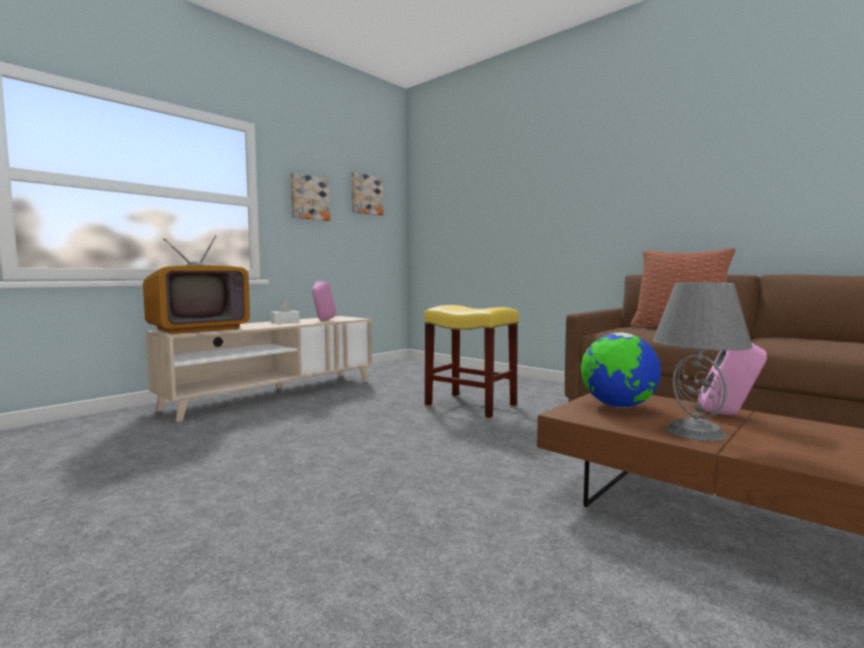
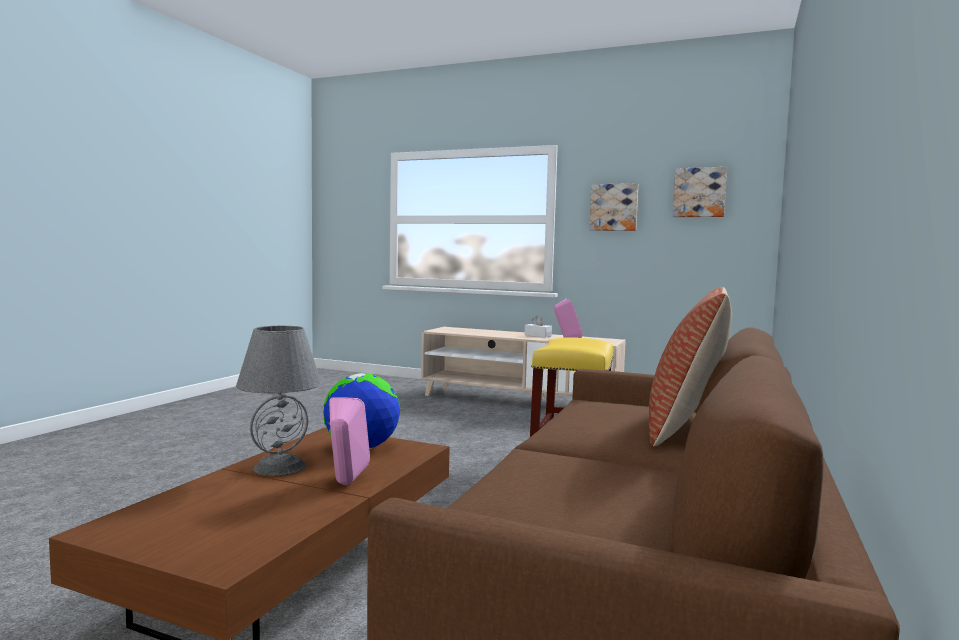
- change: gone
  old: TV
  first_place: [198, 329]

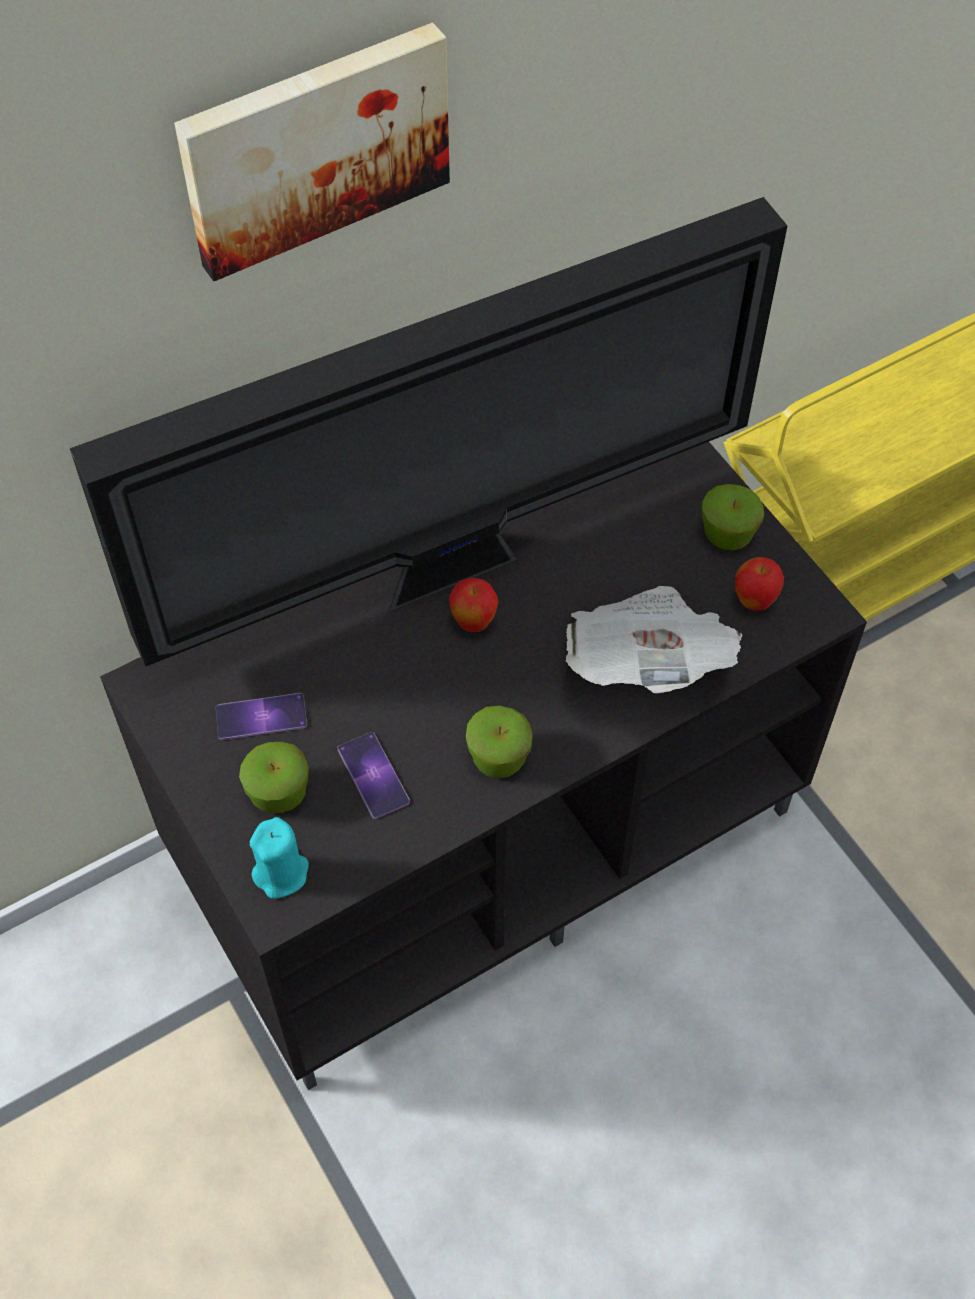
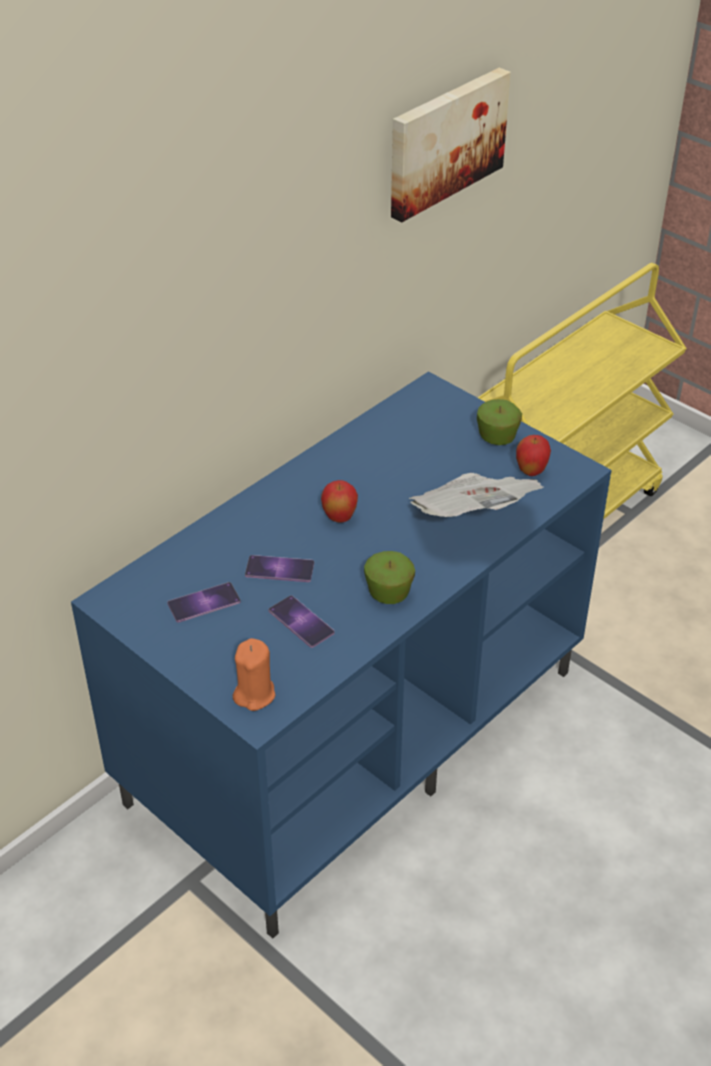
- change: repainted
  old: black tv stand
  new: blue-coloured tv stand
  first_place: [489, 833]
  second_place: [355, 732]
- change: repainted
  old: turquoise-coloured candle
  new: orange candle
  first_place: [281, 873]
  second_place: [254, 694]
- change: new
  new: telephone
  second_place: [279, 569]
- change: shifted
  old: wall picture
  first_place: [314, 146]
  second_place: [445, 141]
- change: gone
  old: TV
  first_place: [454, 567]
- change: gone
  old: apple fruit
  first_place: [278, 792]

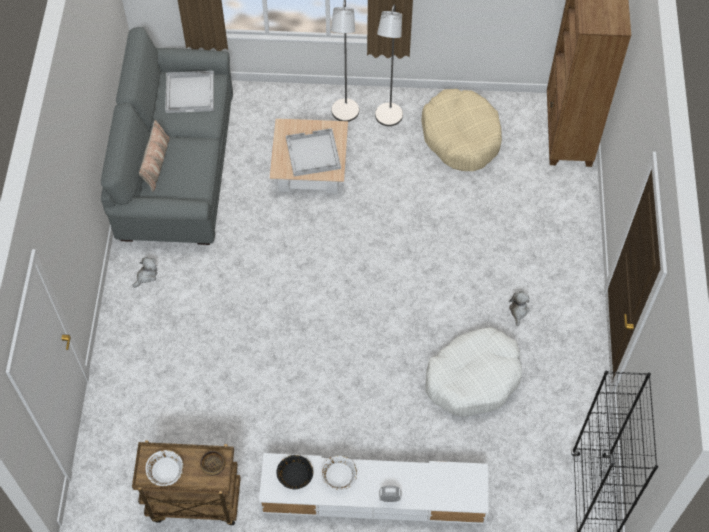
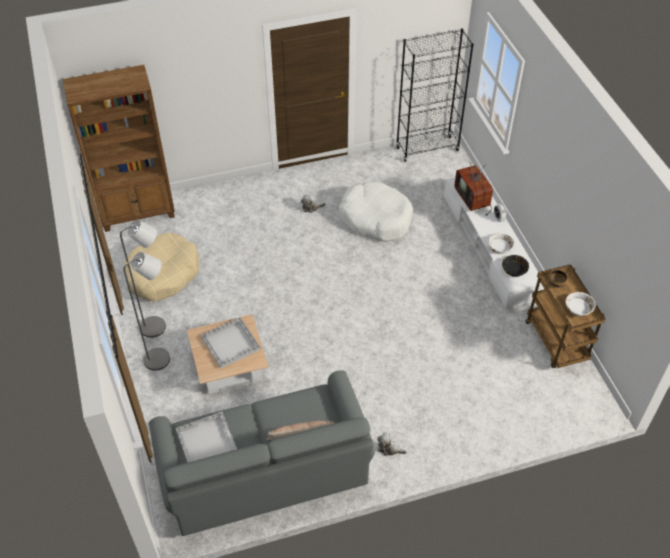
- change: new
  new: TV
  second_place: [473, 199]

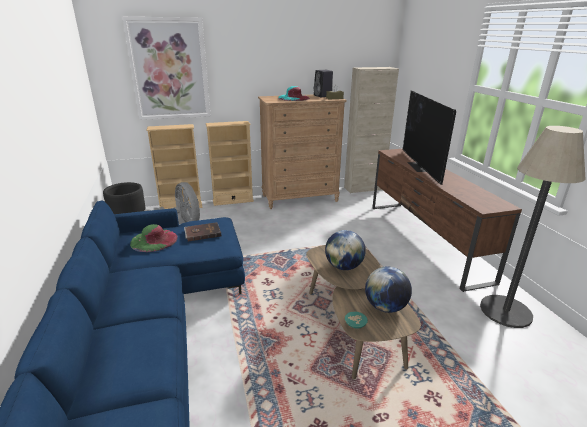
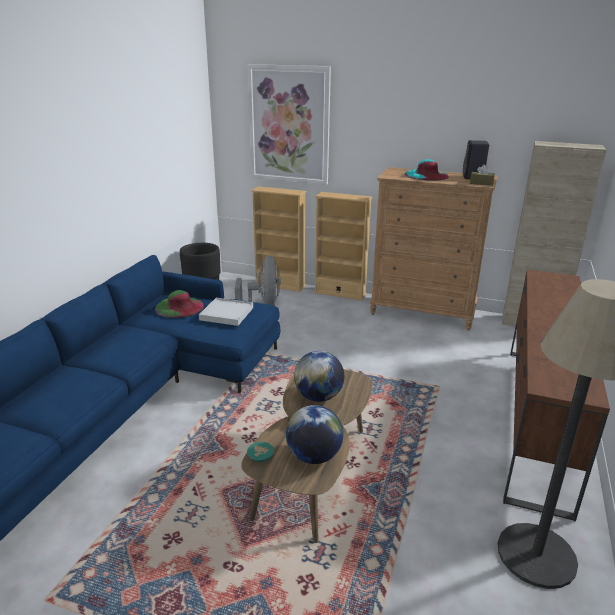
- change: swapped
  old: brownish bound book
  new: whitish tray
  first_place: [202, 233]
  second_place: [226, 313]
- change: gone
  old: TV
  first_place: [420, 167]

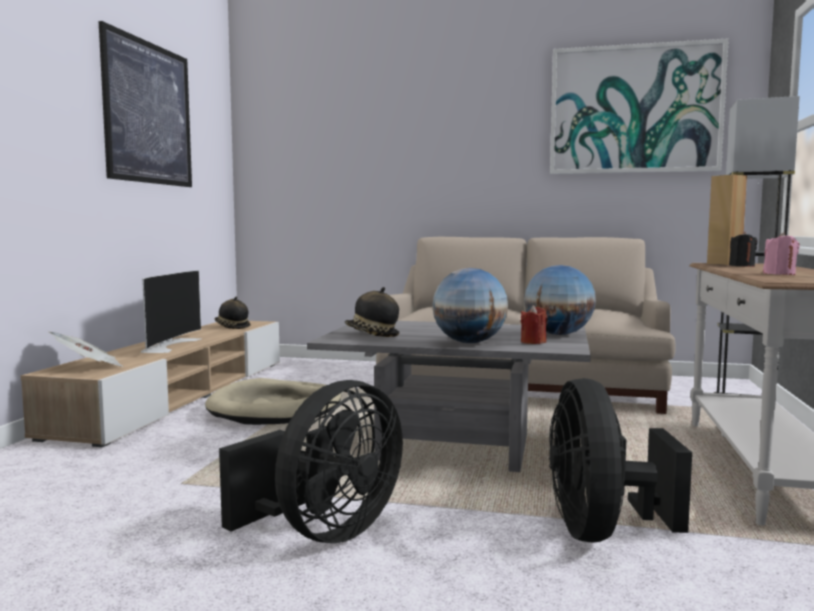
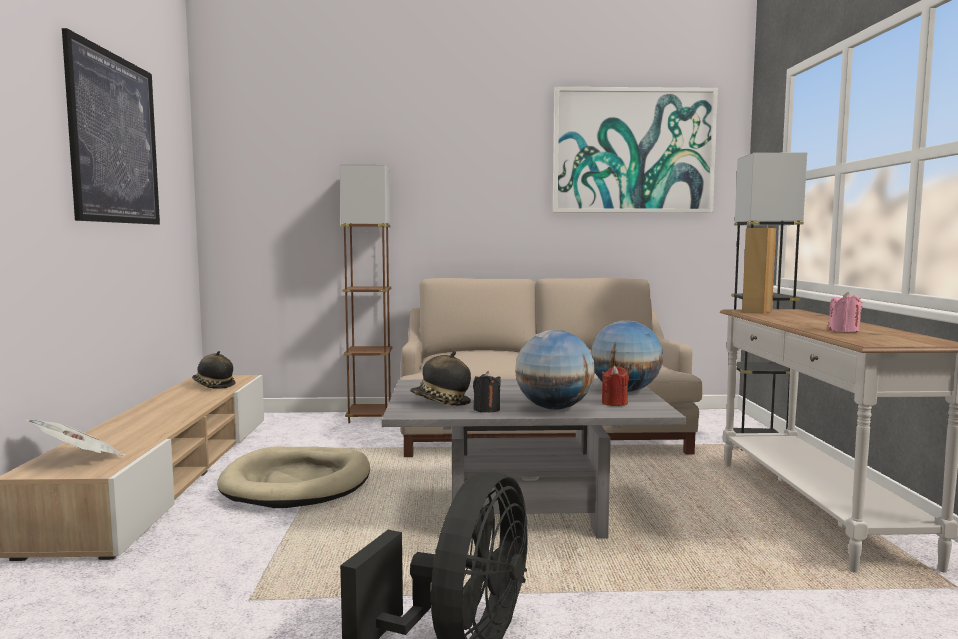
- change: new
  new: brownish floor lamp
  second_place: [370, 417]
- change: shifted
  old: black candle
  first_place: [741, 266]
  second_place: [486, 409]
- change: gone
  old: TV
  first_place: [168, 344]
- change: gone
  old: black cooling fan
  first_place: [601, 531]

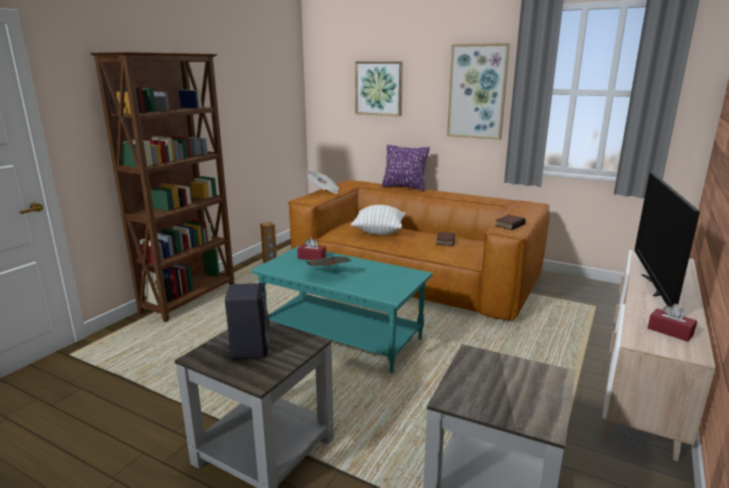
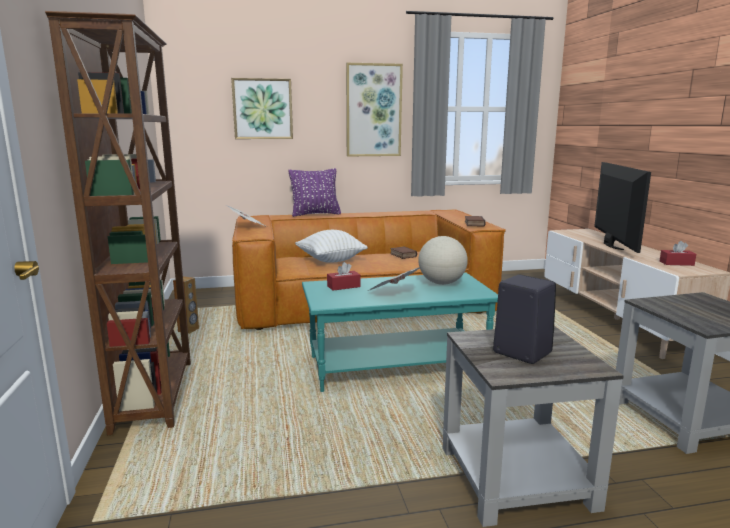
- change: new
  new: globe
  second_place: [442, 283]
- change: rotated
  old: TV
  first_place: [654, 286]
  second_place: [611, 245]
  degrees: -150

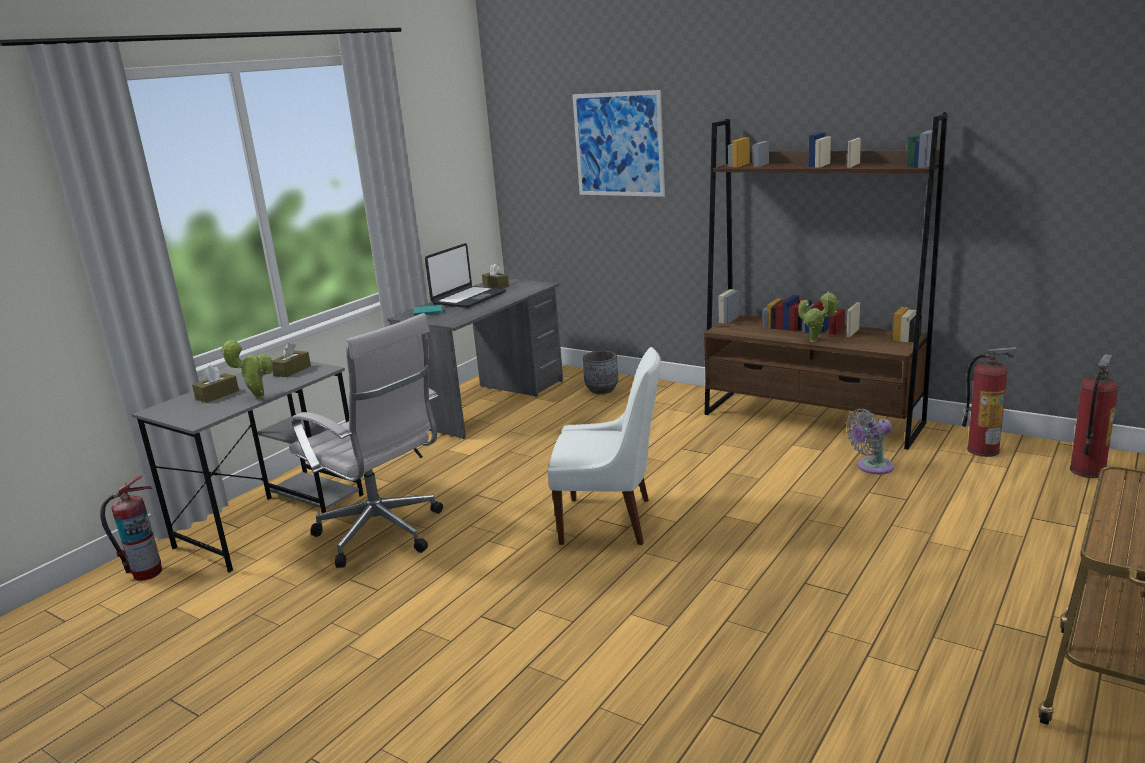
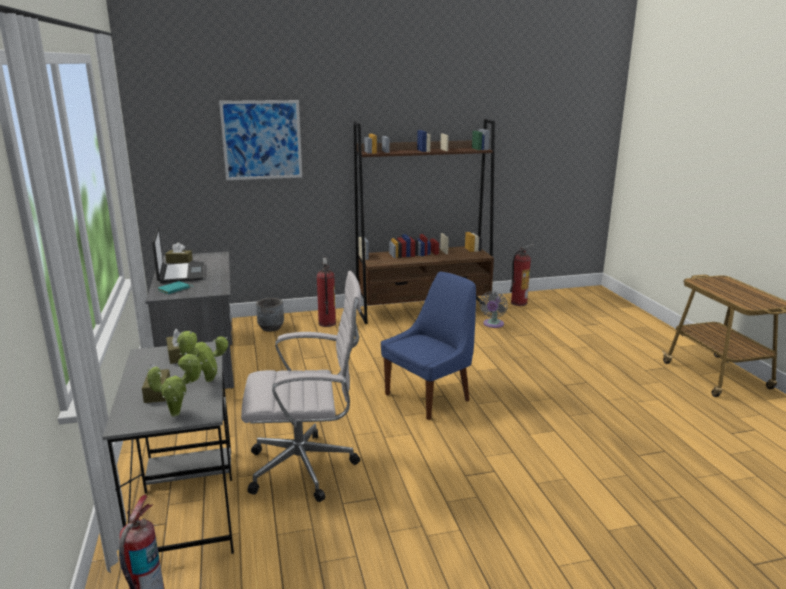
- change: shifted
  old: houseplant
  first_place: [815, 341]
  second_place: [178, 414]
- change: shifted
  old: fire extinguisher
  first_place: [1087, 470]
  second_place: [326, 323]
- change: repainted
  old: whitish chair
  new: blue-coloured chair
  first_place: [610, 521]
  second_place: [429, 396]

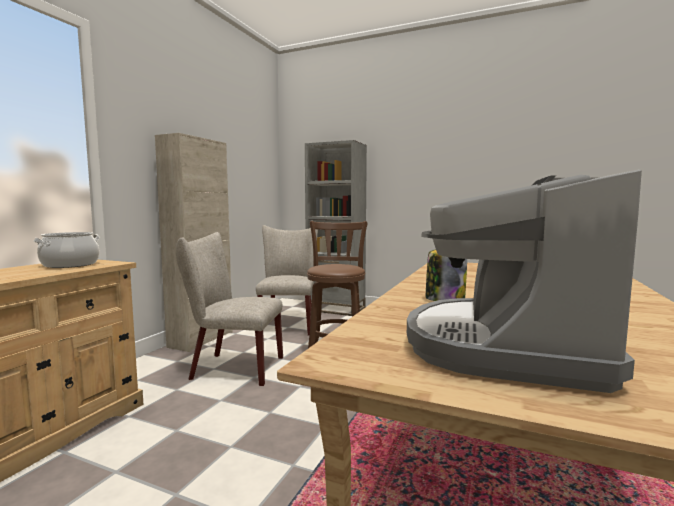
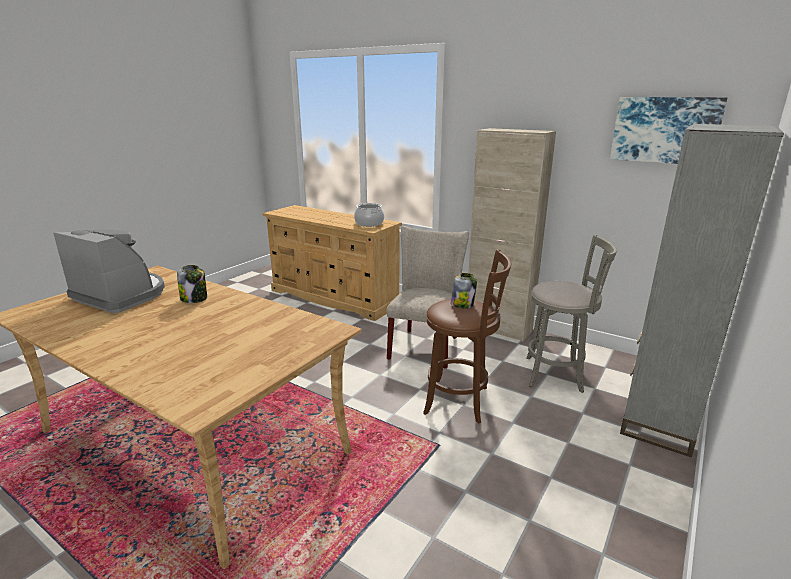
- change: new
  new: jar
  second_place: [462, 304]
- change: swapped
  old: sand-coloured chair
  new: greyish sitting stool
  first_place: [288, 324]
  second_place: [557, 374]
- change: new
  new: wall picture
  second_place: [665, 130]

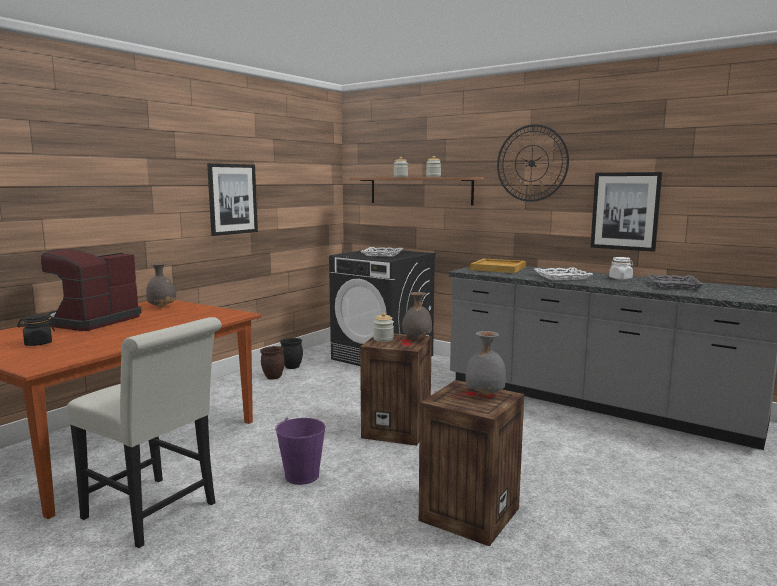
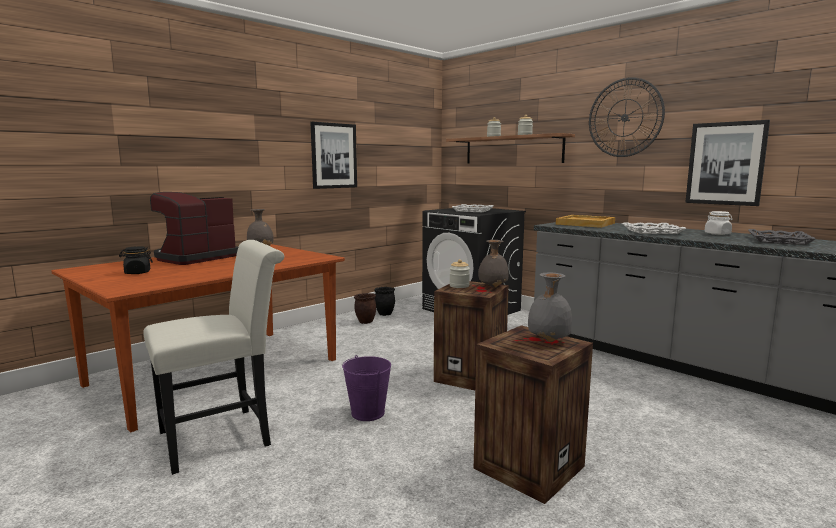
- change: rotated
  old: whitish chair
  first_place: [156, 513]
  second_place: [224, 436]
  degrees: -75

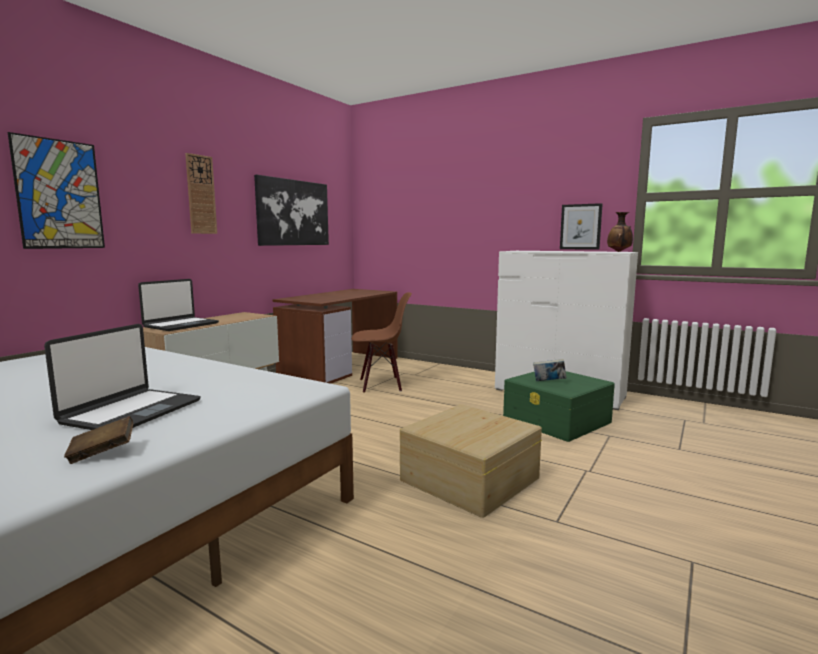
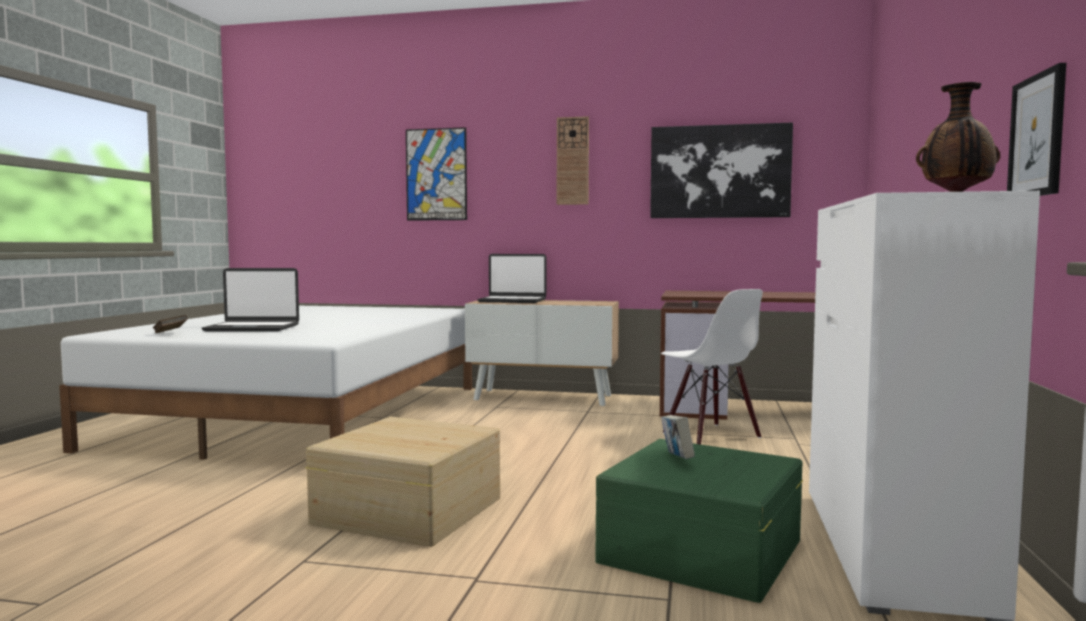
- change: repainted
  old: brownish chair
  new: whitish chair
  first_place: [381, 385]
  second_place: [710, 435]

